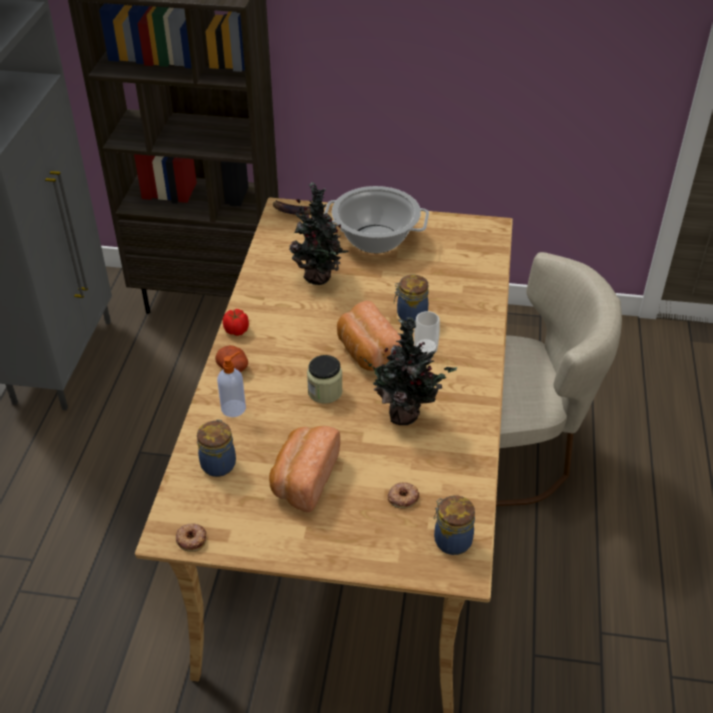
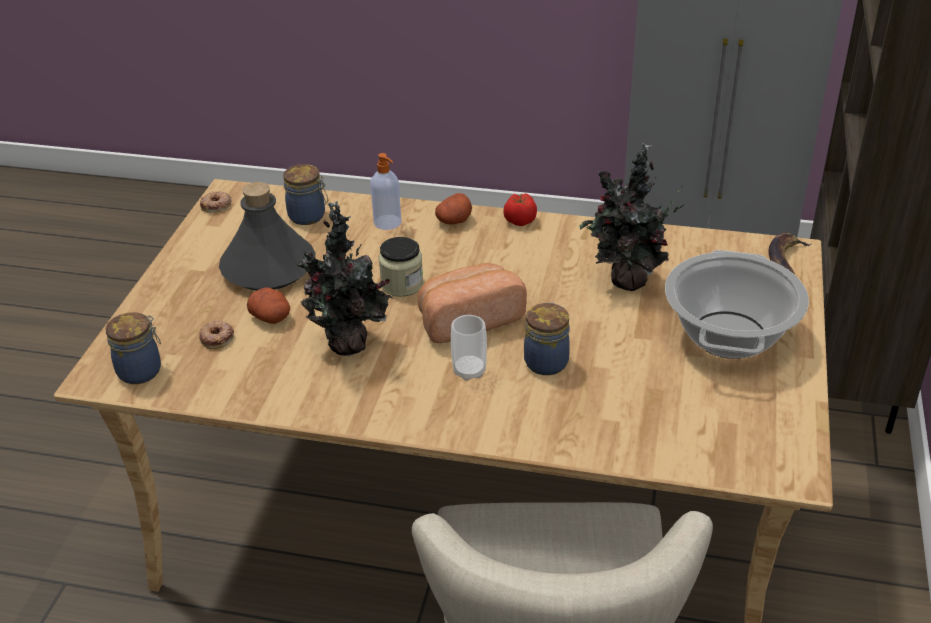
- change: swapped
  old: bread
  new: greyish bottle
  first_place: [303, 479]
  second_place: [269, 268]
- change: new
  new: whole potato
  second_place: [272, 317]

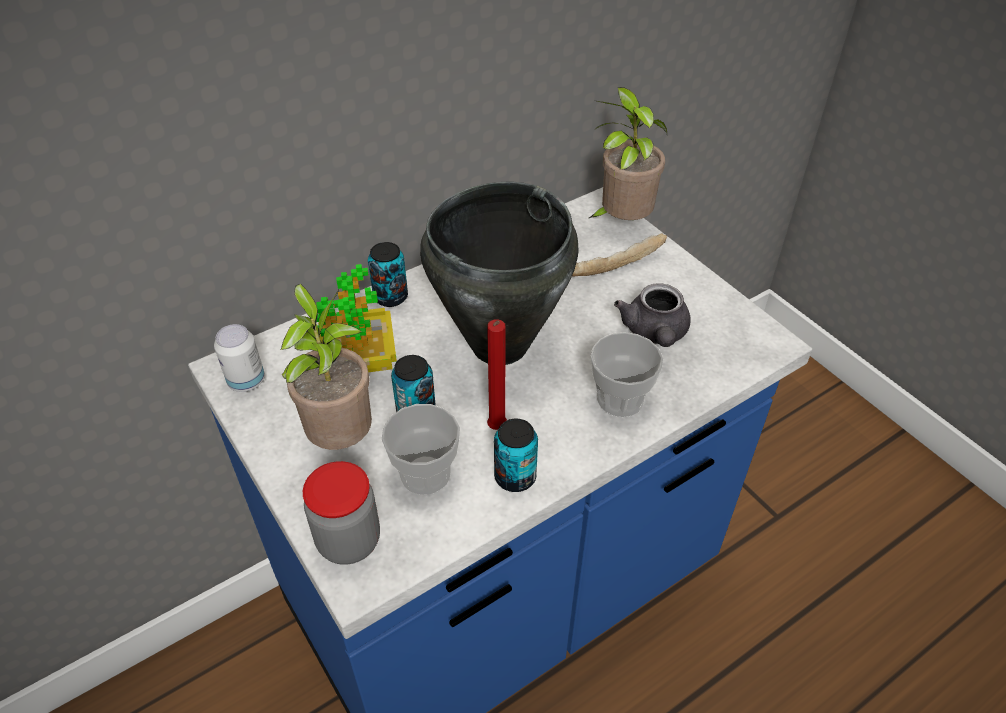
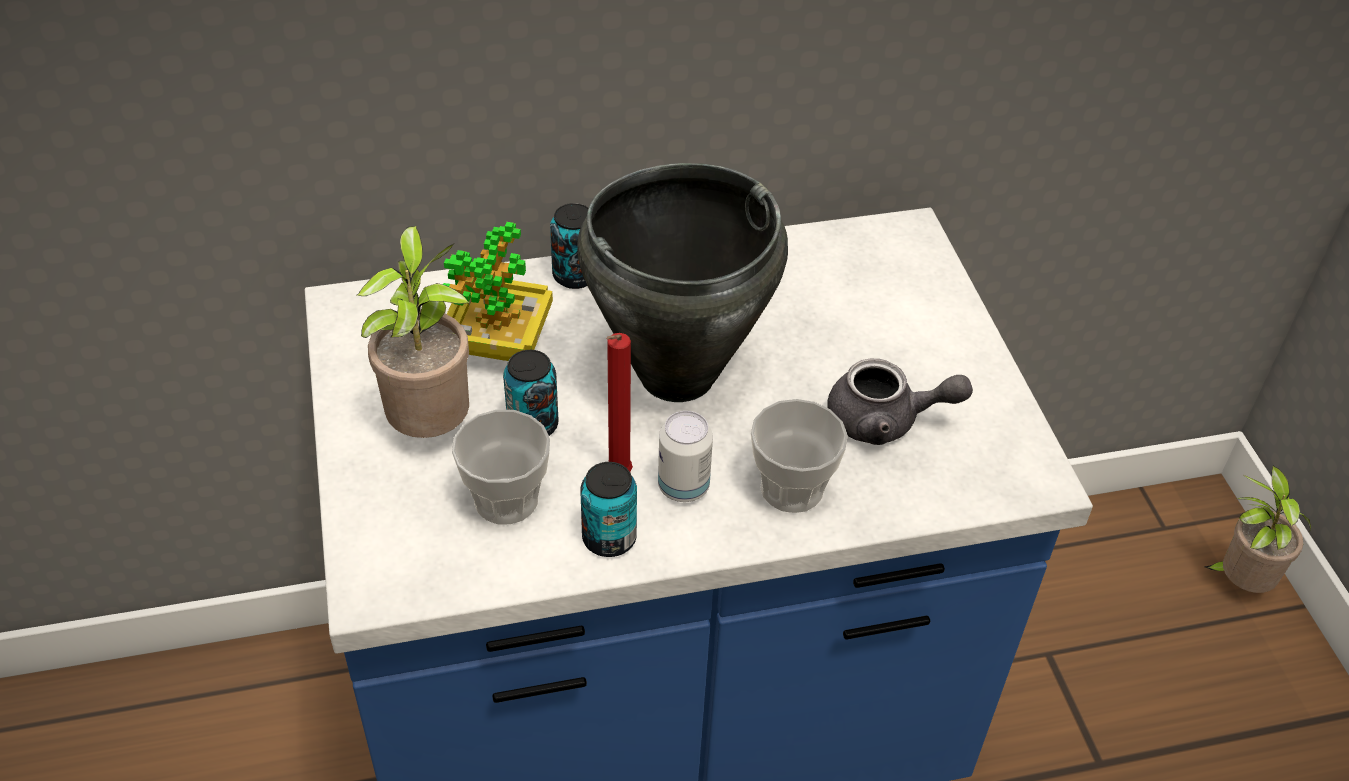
- change: shifted
  old: sealed can
  first_place: [246, 381]
  second_place: [683, 486]
- change: rotated
  old: greyish teapot
  first_place: [655, 333]
  second_place: [885, 421]
  degrees: -105
- change: shifted
  old: houseplant
  first_place: [621, 222]
  second_place: [1238, 582]
- change: gone
  old: jar
  first_place: [349, 541]
- change: gone
  old: bread
  first_place: [612, 264]

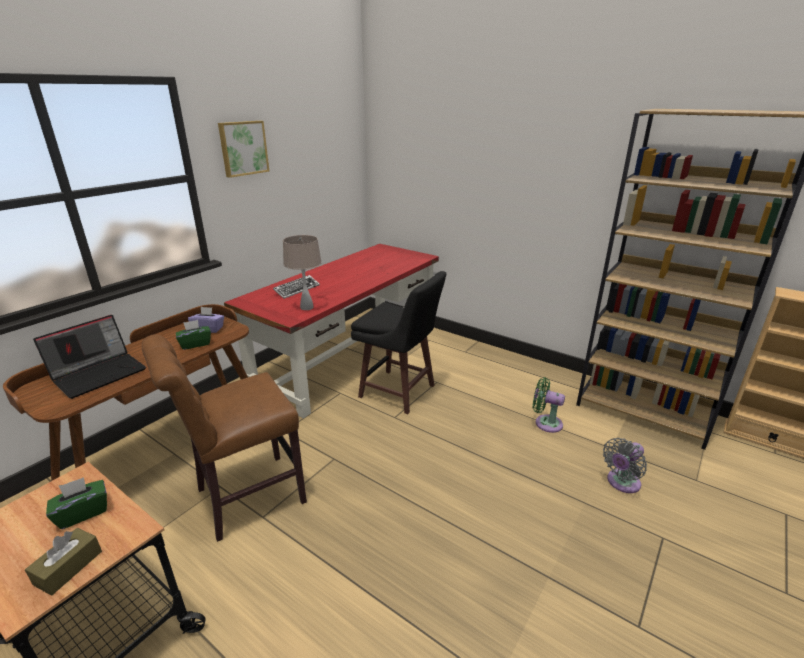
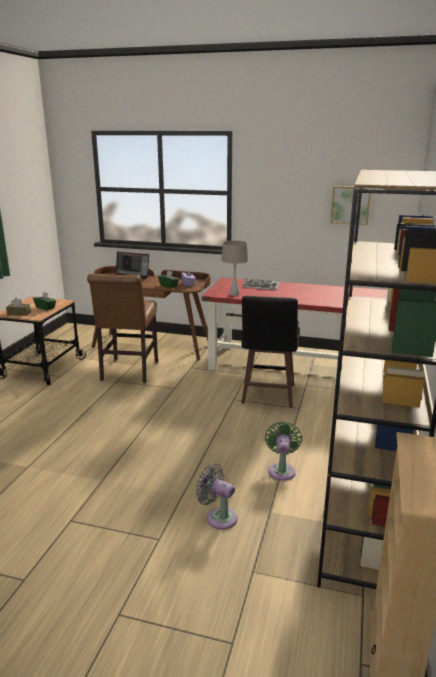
- change: rotated
  old: brownish chair
  first_place: [245, 498]
  second_place: [128, 372]
  degrees: -120
- change: shifted
  old: wall picture
  first_place: [243, 148]
  second_place: [350, 205]

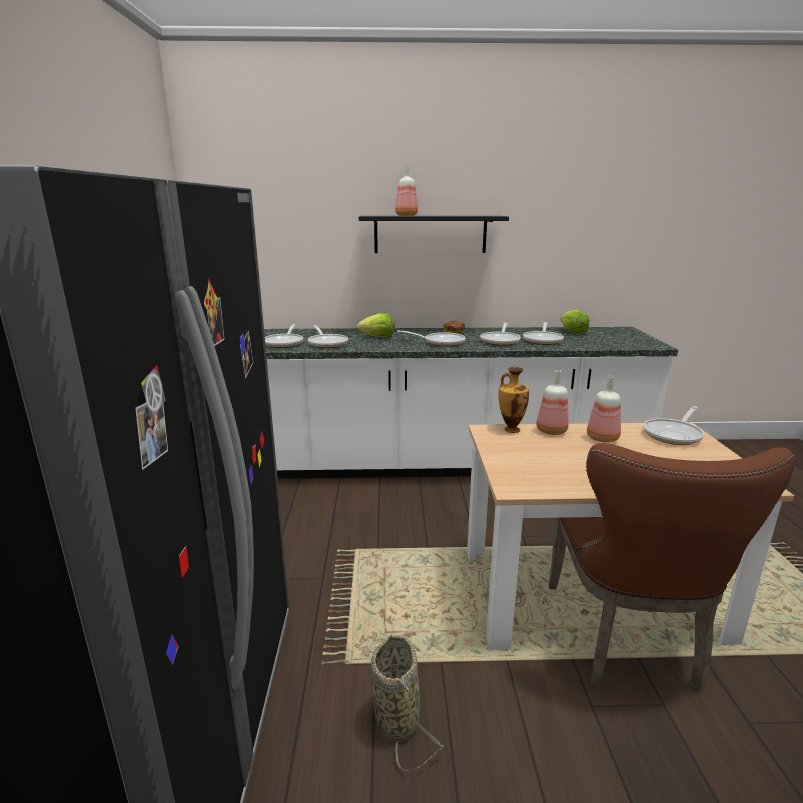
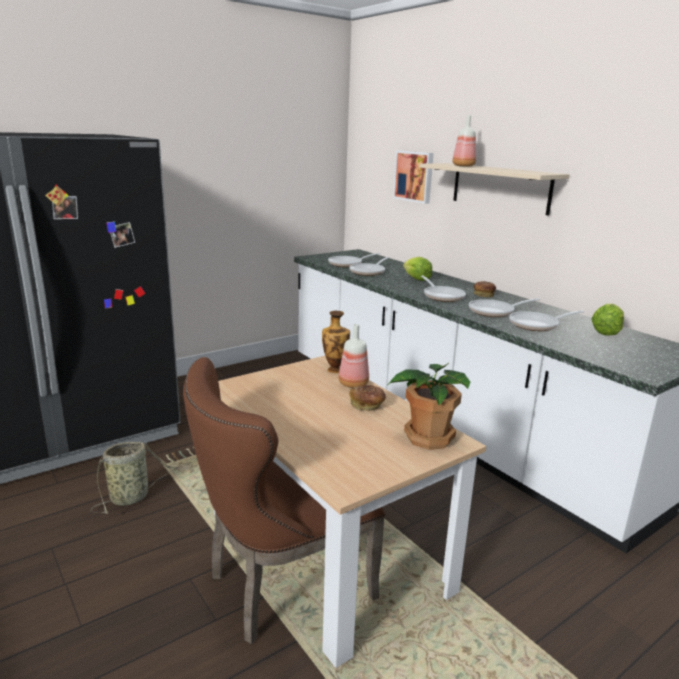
- change: swapped
  old: bottle
  new: bread
  first_place: [603, 438]
  second_place: [367, 405]
- change: swapped
  old: skillet
  new: houseplant
  first_place: [674, 434]
  second_place: [427, 437]
- change: new
  new: wall picture
  second_place: [414, 176]
- change: repainted
  old: black bracket shelf
  new: sand-coloured bracket shelf
  first_place: [430, 234]
  second_place: [500, 188]

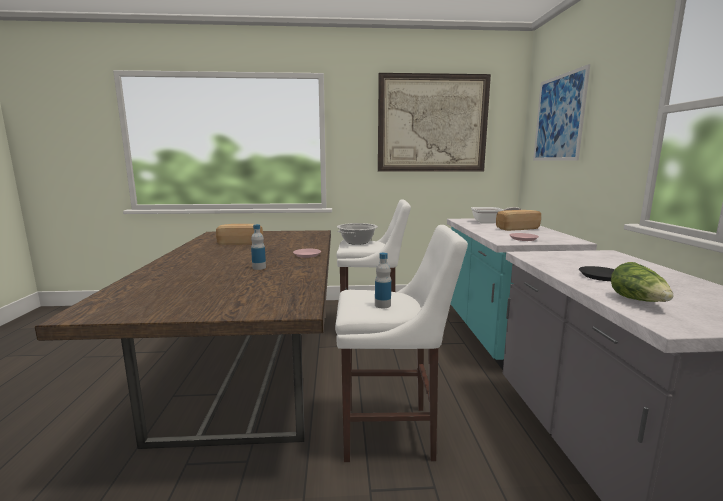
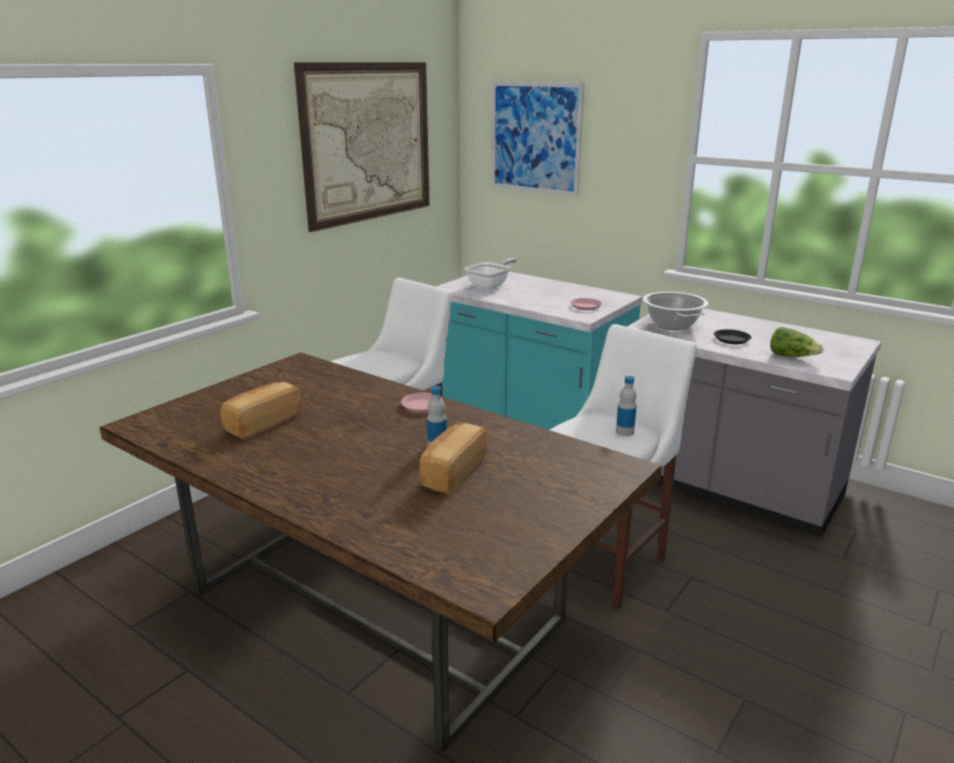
- change: shifted
  old: bread
  first_place: [516, 228]
  second_place: [452, 473]
- change: shifted
  old: stockpot
  first_place: [357, 242]
  second_place: [672, 324]

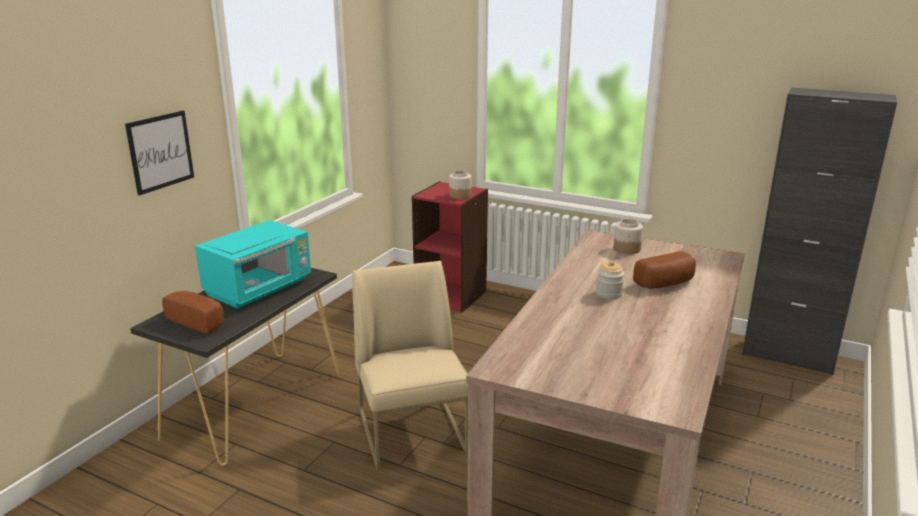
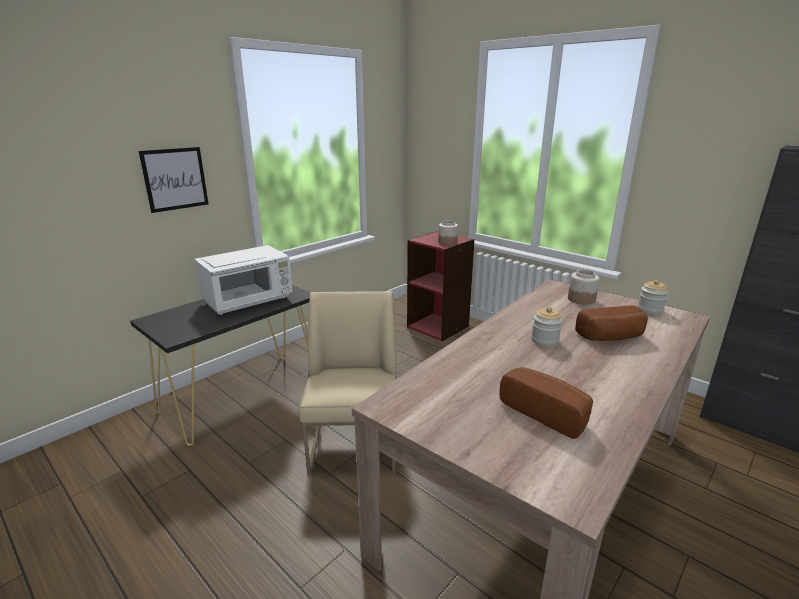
- change: repainted
  old: turquoise-coloured kitchen microwave
  new: whitish kitchen microwave
  first_place: [260, 289]
  second_place: [249, 301]
- change: shifted
  old: bread
  first_place: [198, 321]
  second_place: [546, 412]
- change: new
  new: jar
  second_place: [650, 309]

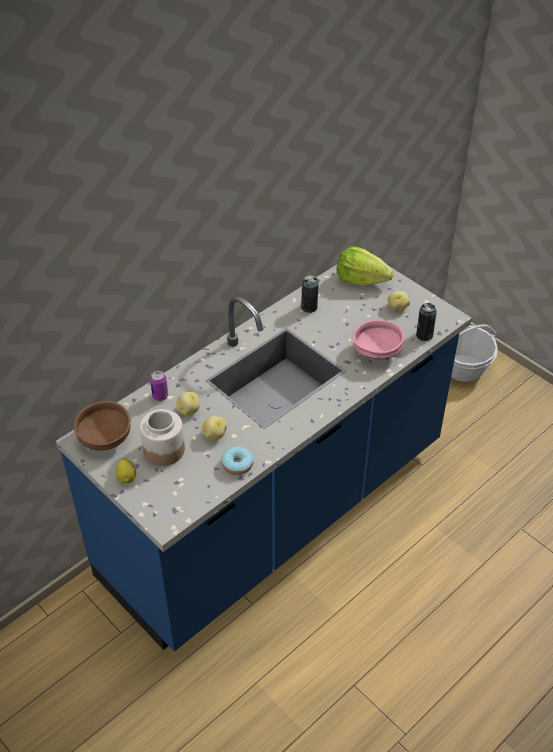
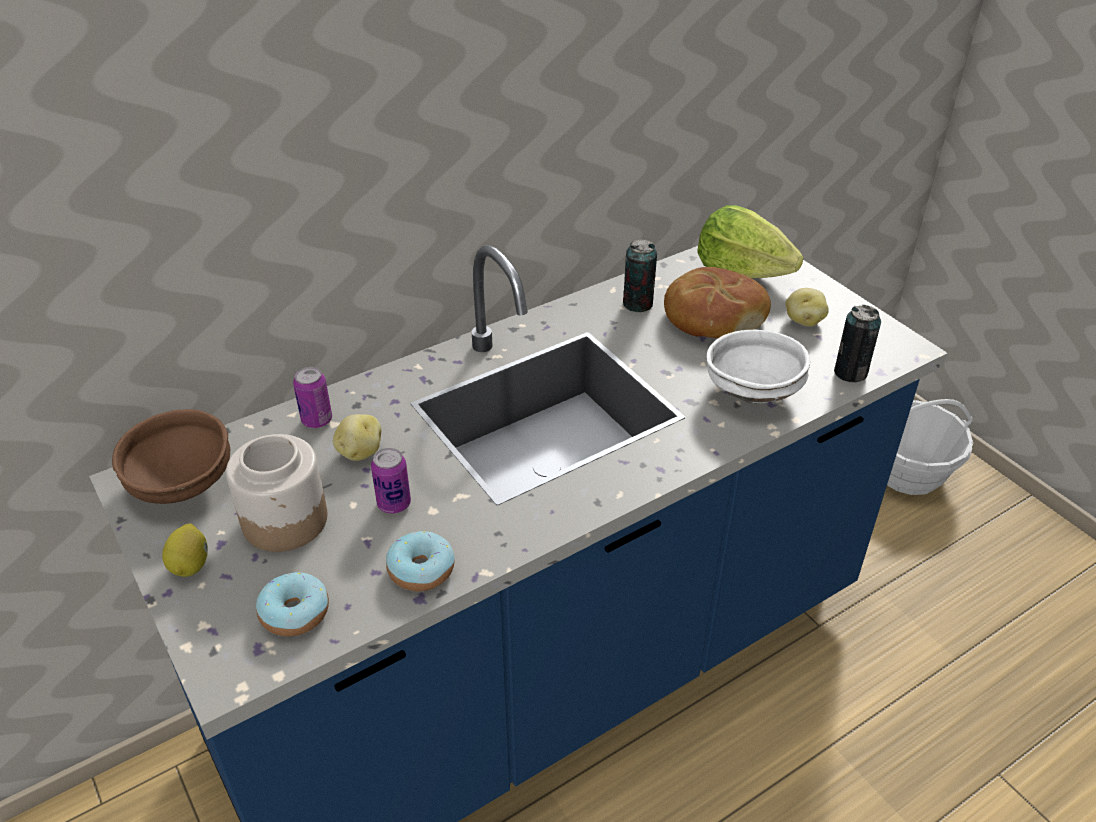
- change: new
  new: doughnut
  second_place: [295, 613]
- change: swapped
  old: whole potato
  new: sealed can
  first_place: [214, 434]
  second_place: [394, 504]
- change: new
  new: bread
  second_place: [713, 317]
- change: repainted
  old: pinkish bowl
  new: whitish bowl
  first_place: [376, 351]
  second_place: [752, 390]

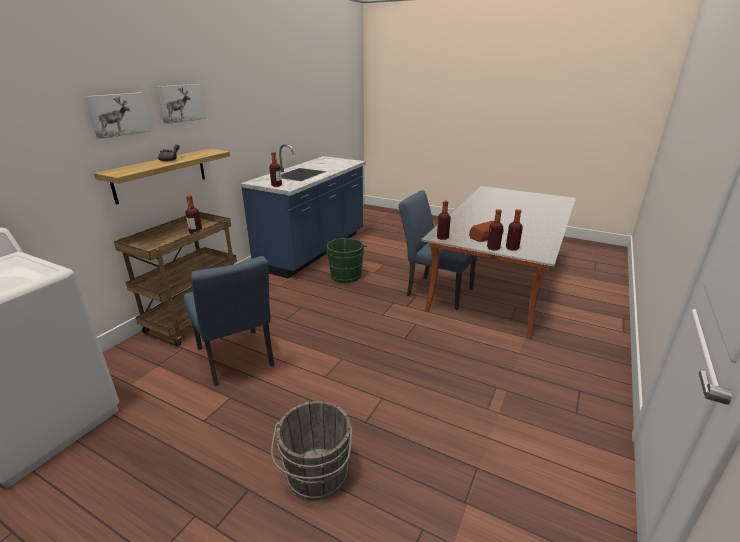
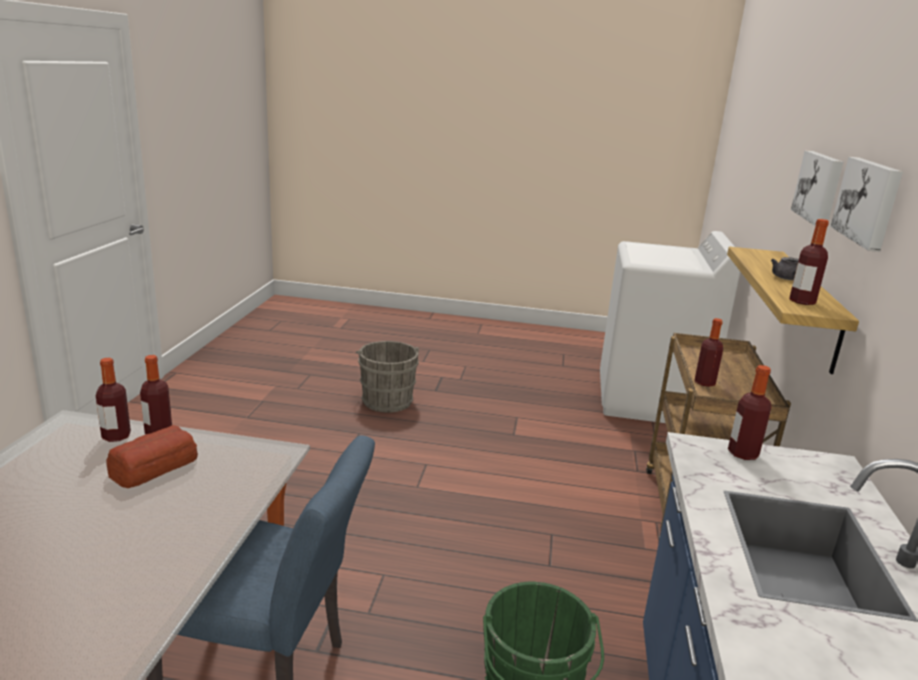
- change: shifted
  old: bottle
  first_place: [442, 238]
  second_place: [802, 301]
- change: gone
  old: blue-coloured chair
  first_place: [237, 360]

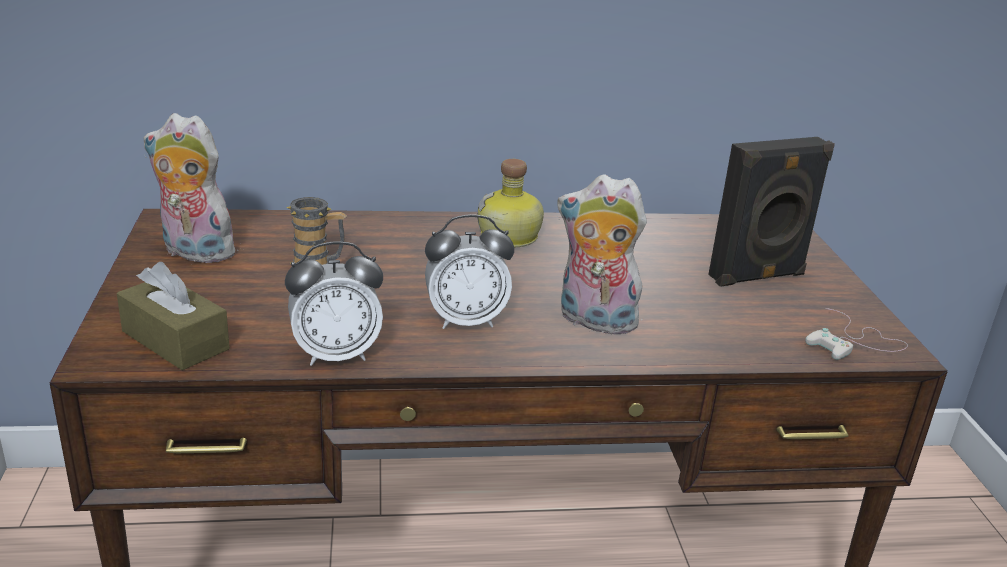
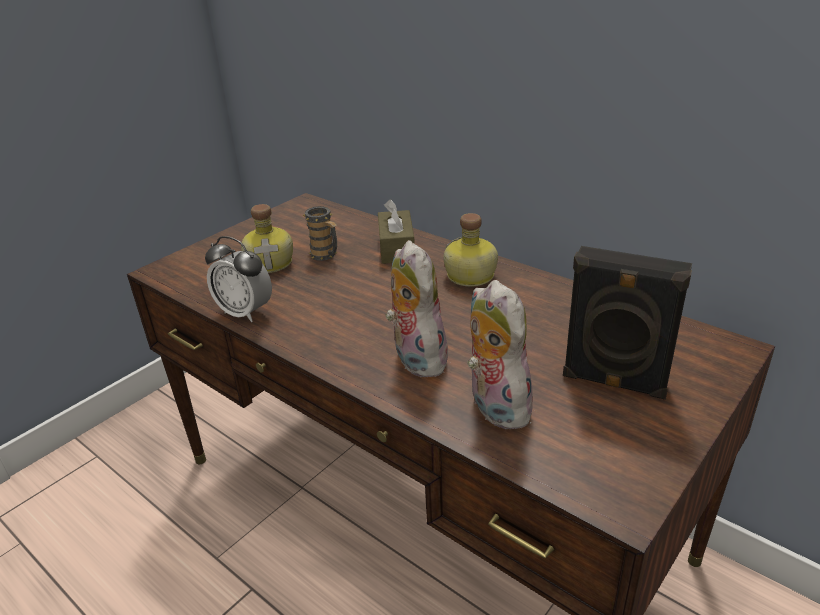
- change: new
  new: bottle
  second_place: [271, 263]
- change: shifted
  old: brownish tissue holder
  first_place: [175, 340]
  second_place: [396, 248]
- change: shifted
  old: cuddly toy
  first_place: [193, 253]
  second_place: [494, 406]
- change: gone
  old: table clock
  first_place: [466, 321]
- change: gone
  old: whitish gamepad
  first_place: [854, 342]

